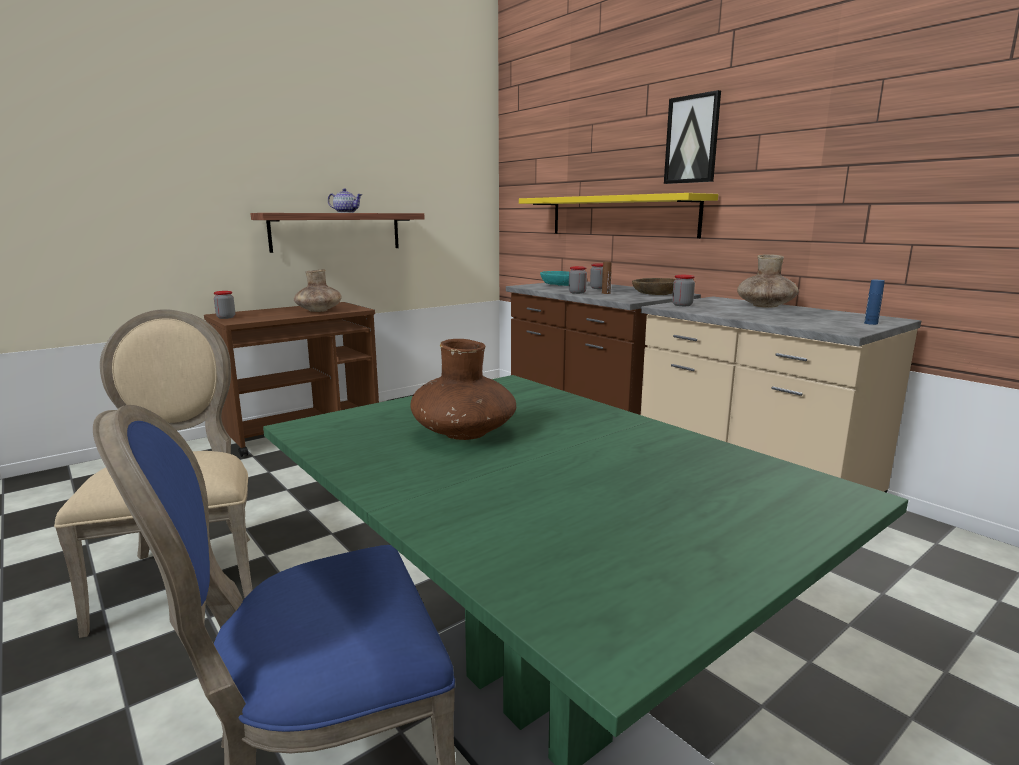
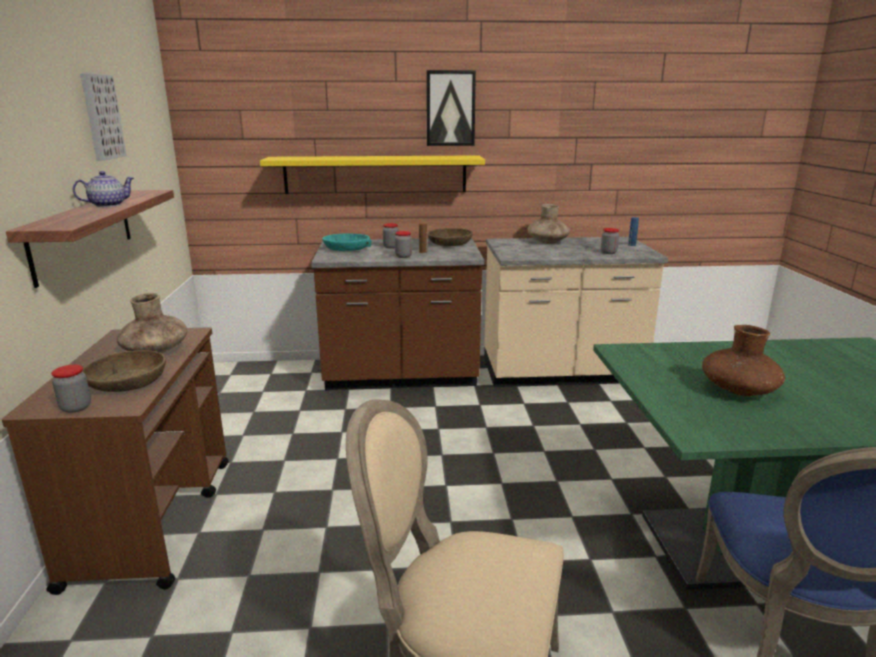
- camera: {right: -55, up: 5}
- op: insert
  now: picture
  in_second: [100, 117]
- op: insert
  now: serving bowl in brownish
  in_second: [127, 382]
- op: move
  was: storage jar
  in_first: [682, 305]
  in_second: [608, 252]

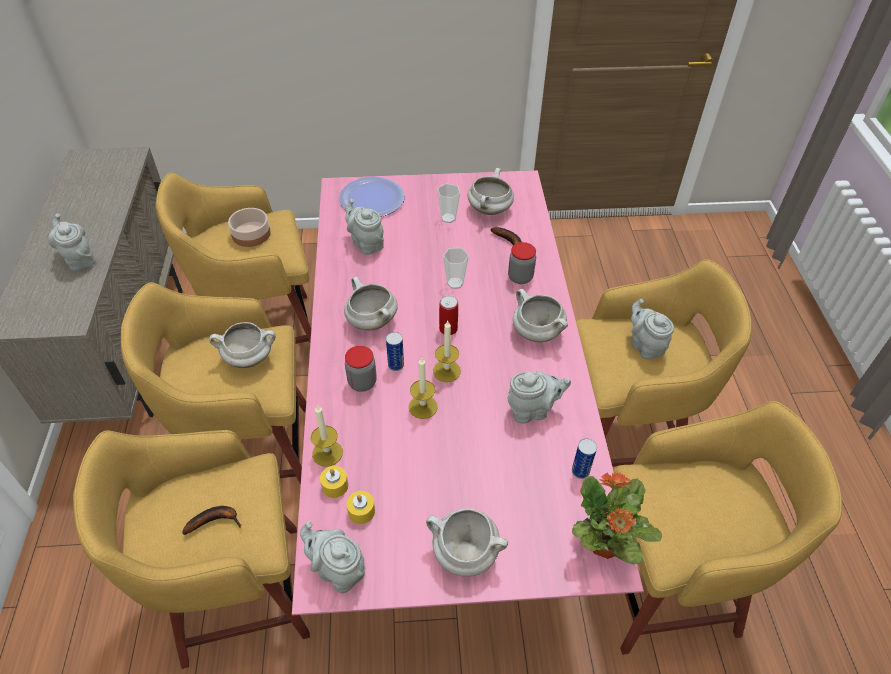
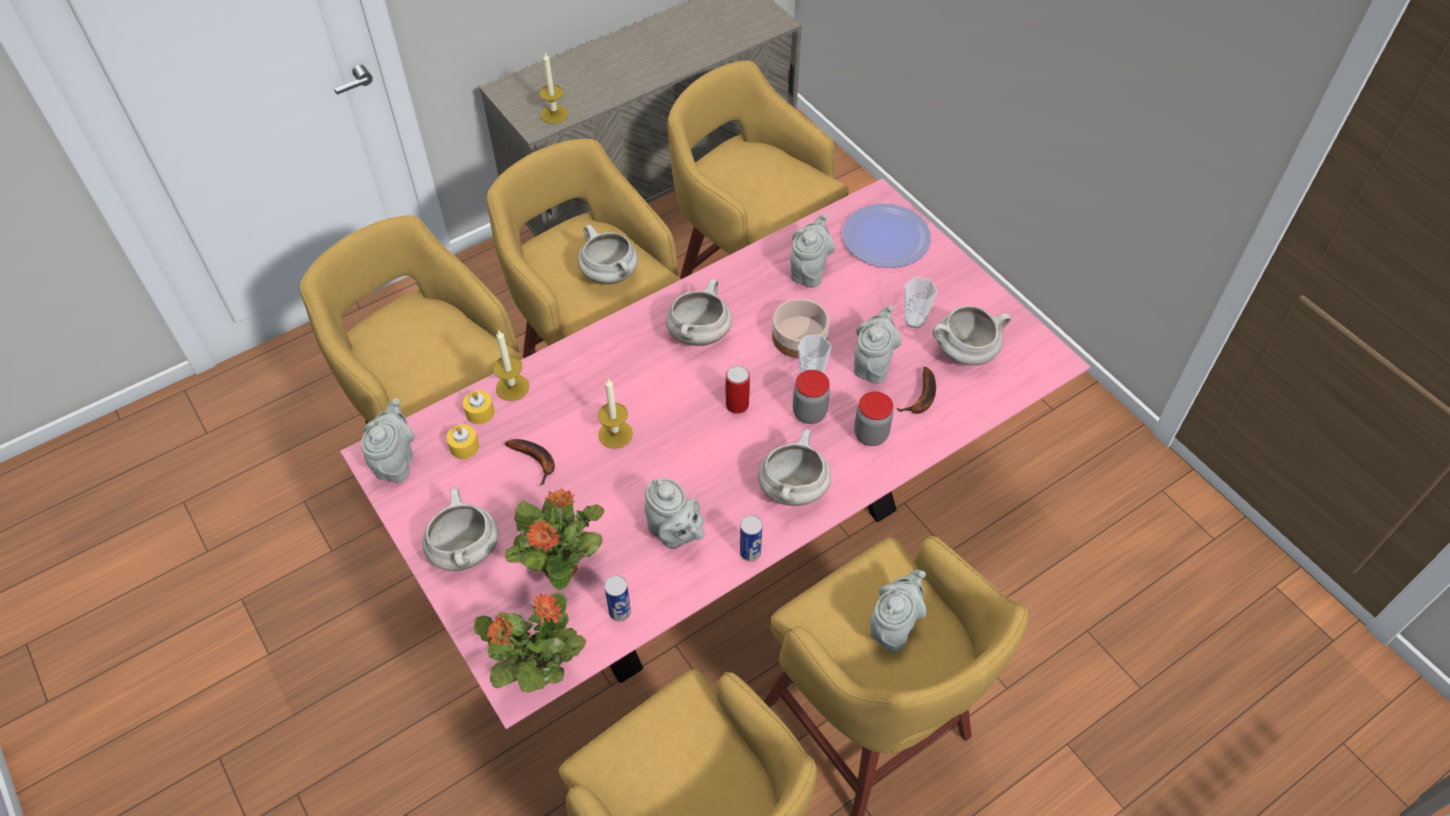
- camera: {right: 60, up: 5}
- op: insert
  now: potted plant
  in_second: [561, 566]
- op: move
  was: tea pot in grey
  in_first: [79, 259]
  in_second: [873, 364]
- op: move
  was: banana
  in_first: [215, 520]
  in_second: [536, 461]
- op: move
  was: serving bowl
  in_first: [250, 234]
  in_second: [799, 336]
- op: move
  was: storage jar
  in_first: [362, 382]
  in_second: [809, 413]
- op: move
  was: can
  in_first: [396, 365]
  in_second: [750, 552]
- op: move
  was: candle
  in_first: [446, 371]
  in_second: [554, 114]

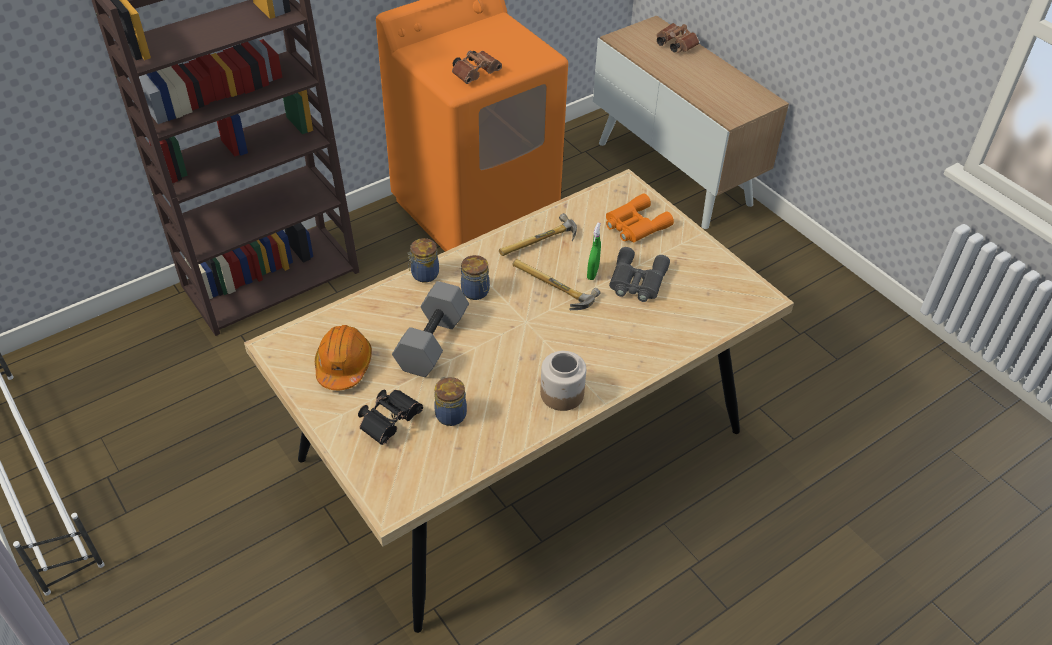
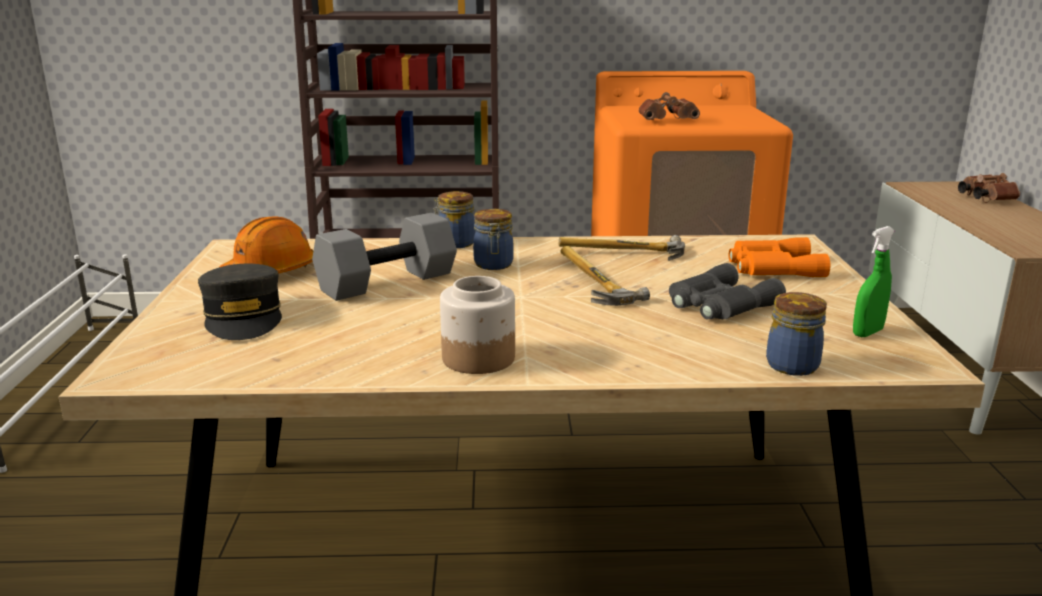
- camera: {right: 35, up: -25}
- op: move
  was: storage jar
  in_first: [450, 414]
  in_second: [792, 364]
- op: move
  was: hand sprayer in greenish
  in_first: [592, 273]
  in_second: [867, 333]
- op: replace
  was: binoculars in blackish
  now: peaked cap in grey
  in_first: [391, 421]
  in_second: [243, 318]

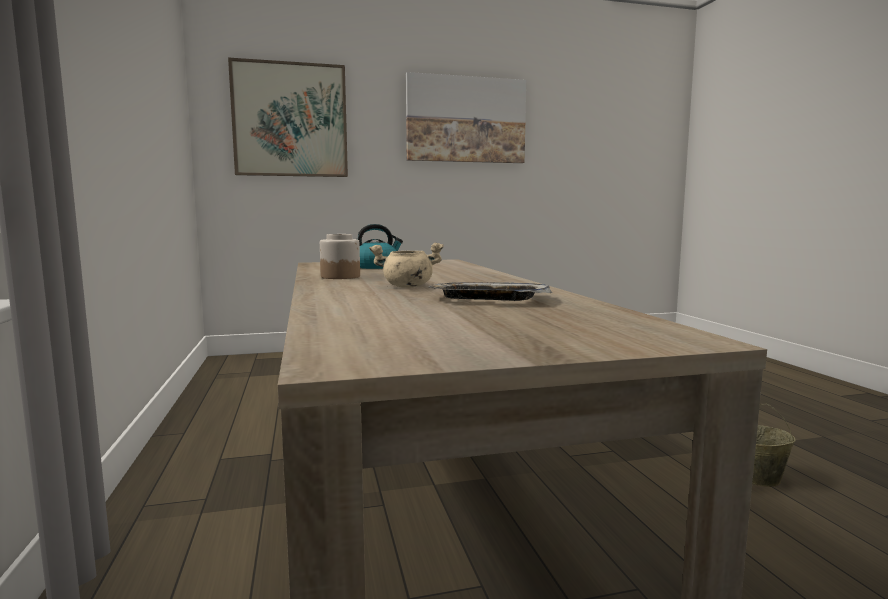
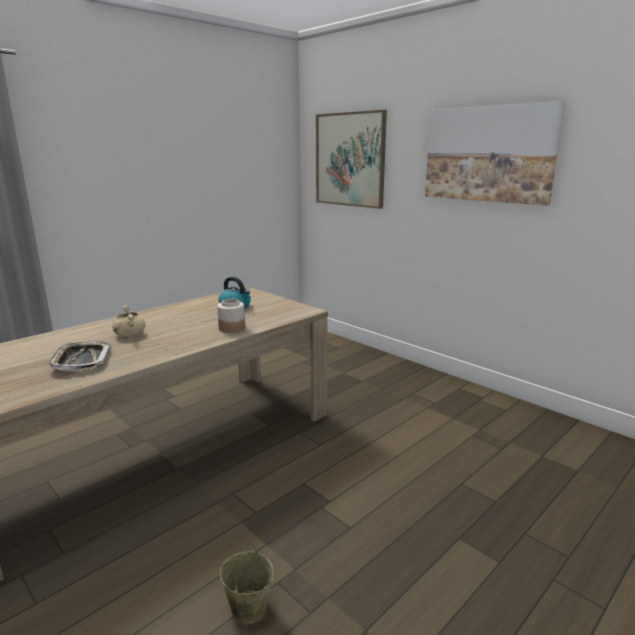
- camera: {right: 60, up: 10}
- op: move
  was: storage jar
  in_first: [340, 277]
  in_second: [232, 328]

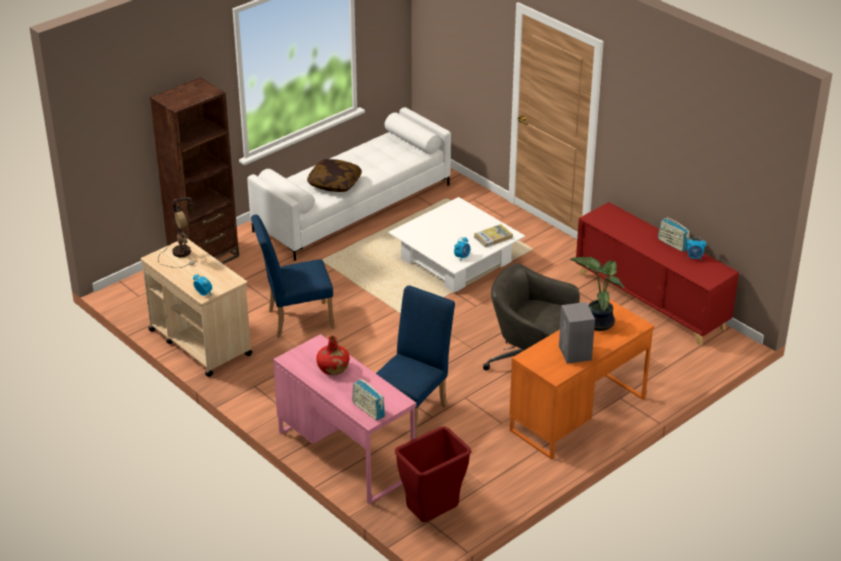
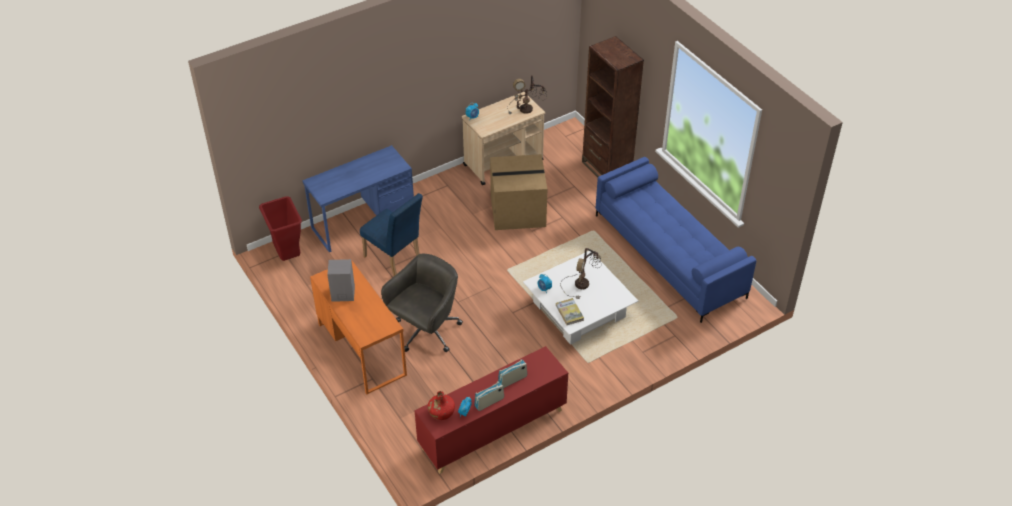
- camera: {right: 100, up: 10}
- op: delete
  was: throw pillow
  in_first: [335, 183]
- op: delete
  was: potted plant
  in_first: [598, 322]
- op: insert
  now: lamp for a table
  in_second: [582, 284]
- op: move
  was: drink bottle in red
  in_first: [333, 368]
  in_second: [441, 412]
- op: move
  was: radio set
  in_first: [368, 410]
  in_second: [512, 380]
- op: replace
  was: upright chair in bluish
  now: cardboard box
  in_first: [295, 319]
  in_second: [518, 210]
- op: recolor
  was: settee in white-coloured
  now: settee in bluish
  in_first: [353, 207]
  in_second: [669, 256]
- op: recolor
  was: desk table in pinkish
  now: desk table in bluish
  in_first: [346, 453]
  in_second: [363, 222]

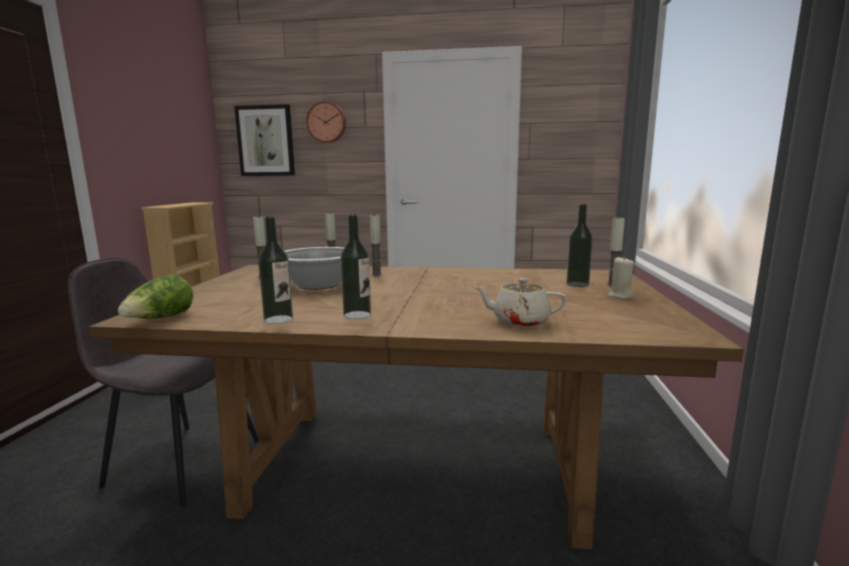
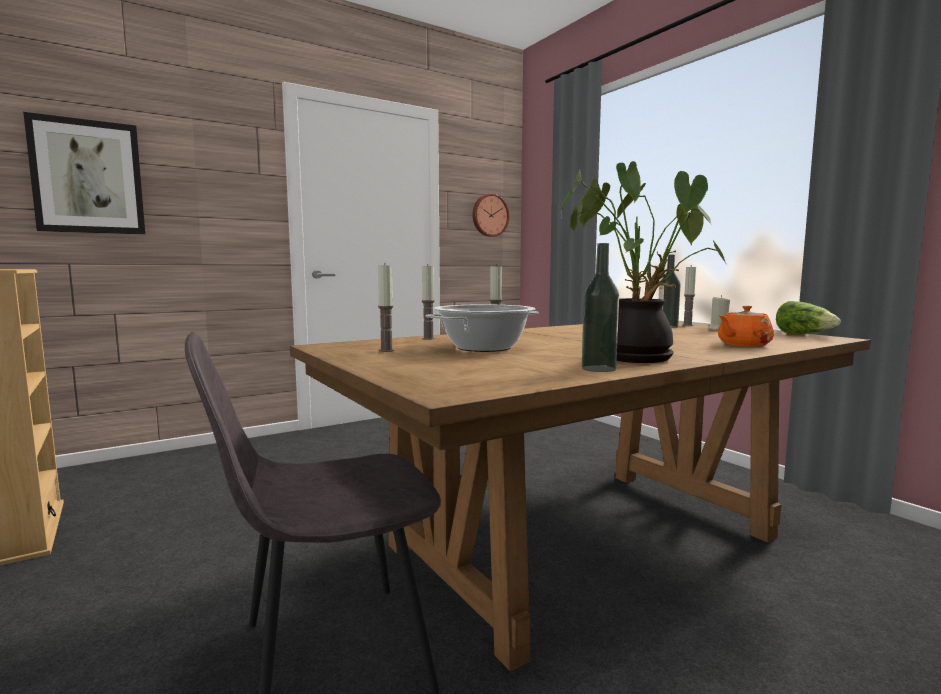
- camera: {right: -40, up: -5}
- op: move
  was: lettuce head
  in_first: [160, 319]
  in_second: [804, 334]
- op: move
  was: clock on the wall
  in_first: [326, 122]
  in_second: [489, 215]
- op: replace
  was: drink bottle
  now: potted plant
  in_first: [357, 315]
  in_second: [637, 357]
- op: recolor
  was: tea pot in sand-coloured
  now: tea pot in orange
  in_first: [519, 321]
  in_second: [743, 345]

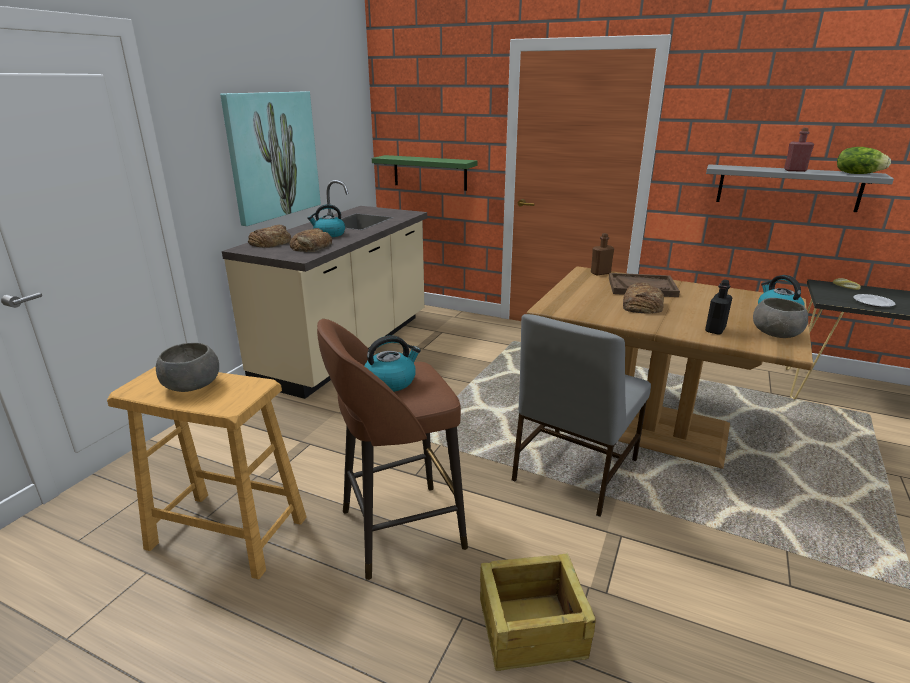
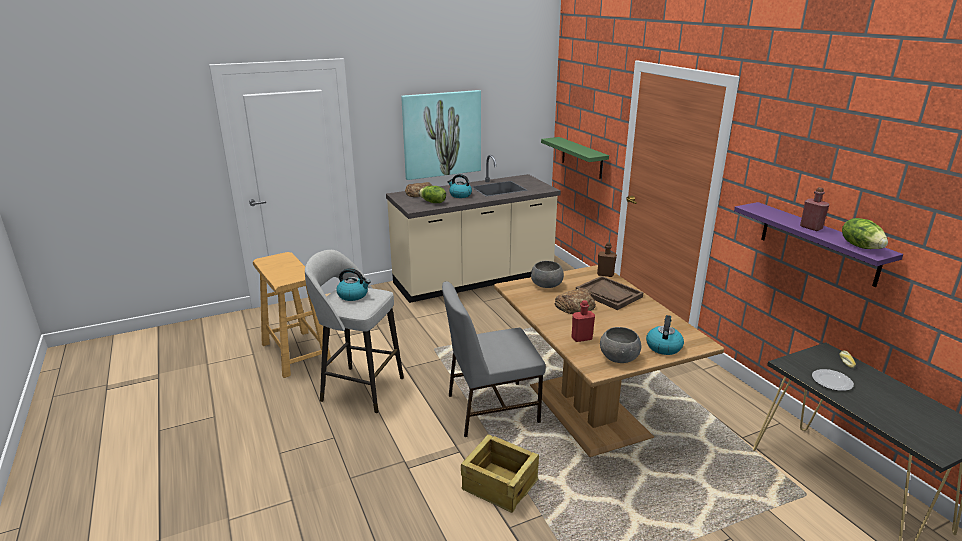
- camera: {right: 40, up: 0}
- op: move
  was: serving bowl in grey
  in_first: [191, 385]
  in_second: [546, 285]
- op: move
  was: shipping crate
  in_first: [530, 627]
  in_second: [499, 484]
- op: replace
  was: baked bread
  now: lettuce head
  in_first: [311, 247]
  in_second: [433, 202]
- op: recolor
  was: stool seat in brownish
  now: stool seat in grey
  in_first: [398, 530]
  in_second: [360, 388]
- op: recolor
  was: drink bottle in blackish
  now: drink bottle in red
  in_first: [715, 330]
  in_second: [581, 338]
- op: recolor
  was: wall shelf in grey
  now: wall shelf in purplish
  in_first: [788, 187]
  in_second: [818, 243]

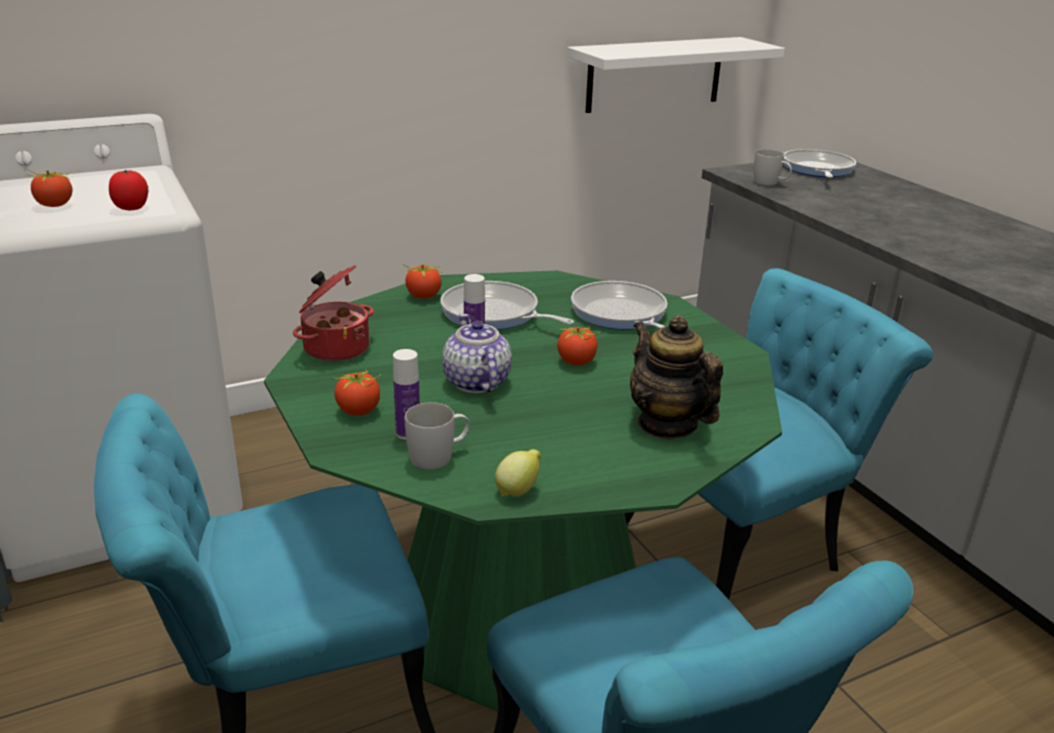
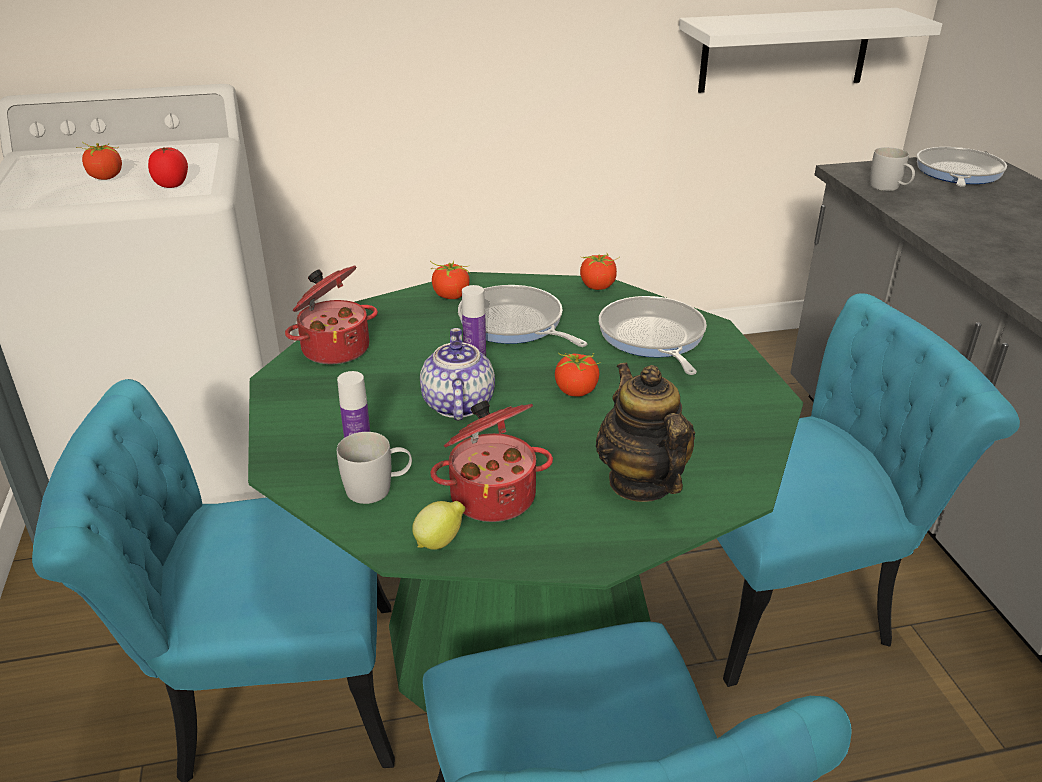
- camera: {right: 15, up: 5}
- op: insert
  now: cooking pot
  in_second: [492, 495]
- op: move
  was: whole tomato
  in_first: [359, 410]
  in_second: [598, 286]

